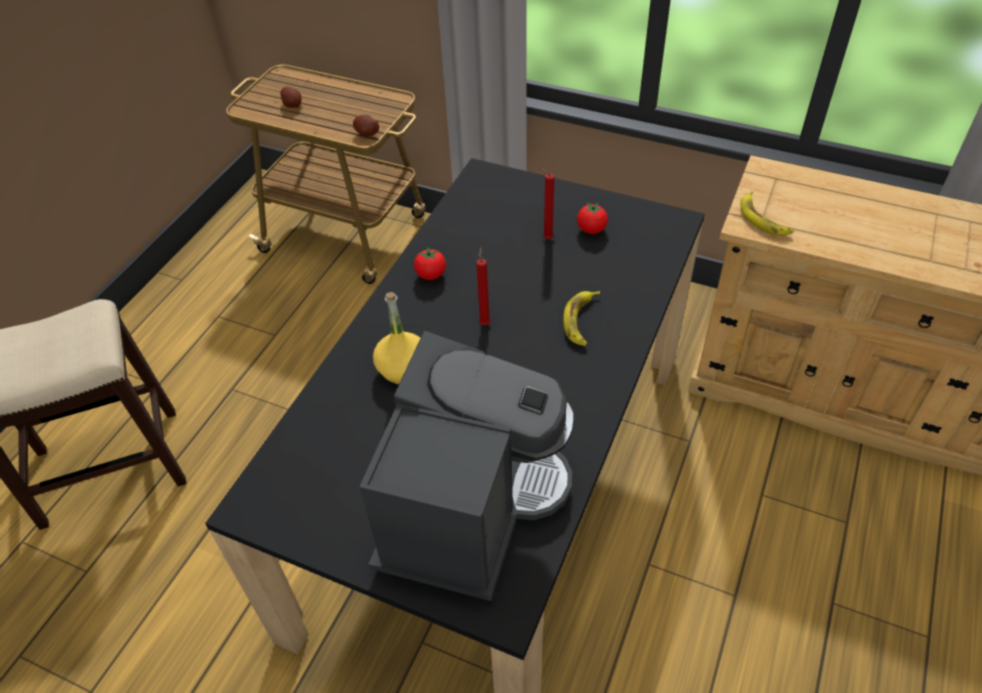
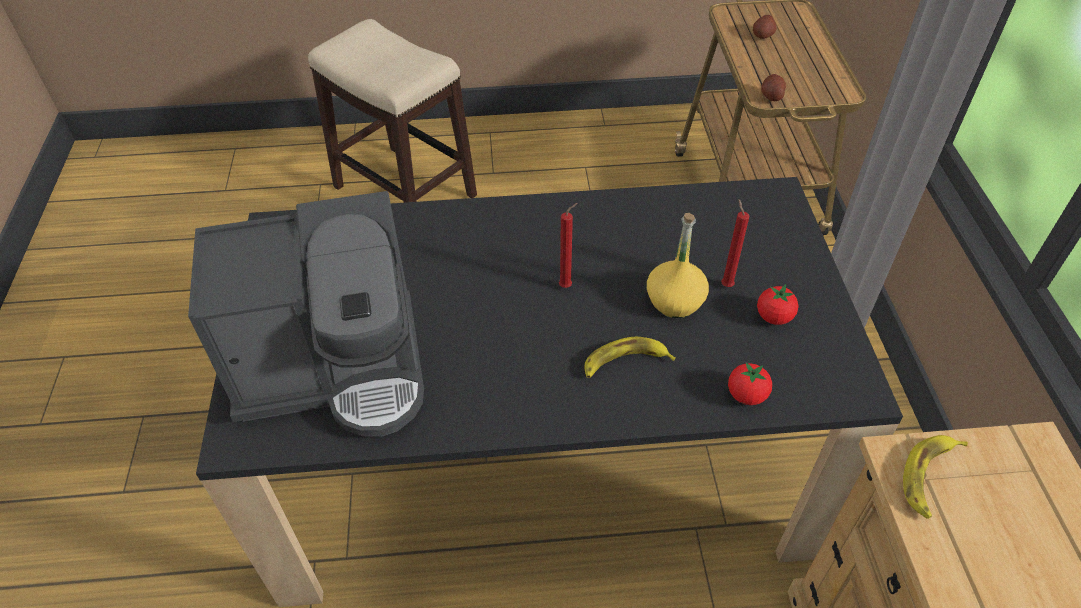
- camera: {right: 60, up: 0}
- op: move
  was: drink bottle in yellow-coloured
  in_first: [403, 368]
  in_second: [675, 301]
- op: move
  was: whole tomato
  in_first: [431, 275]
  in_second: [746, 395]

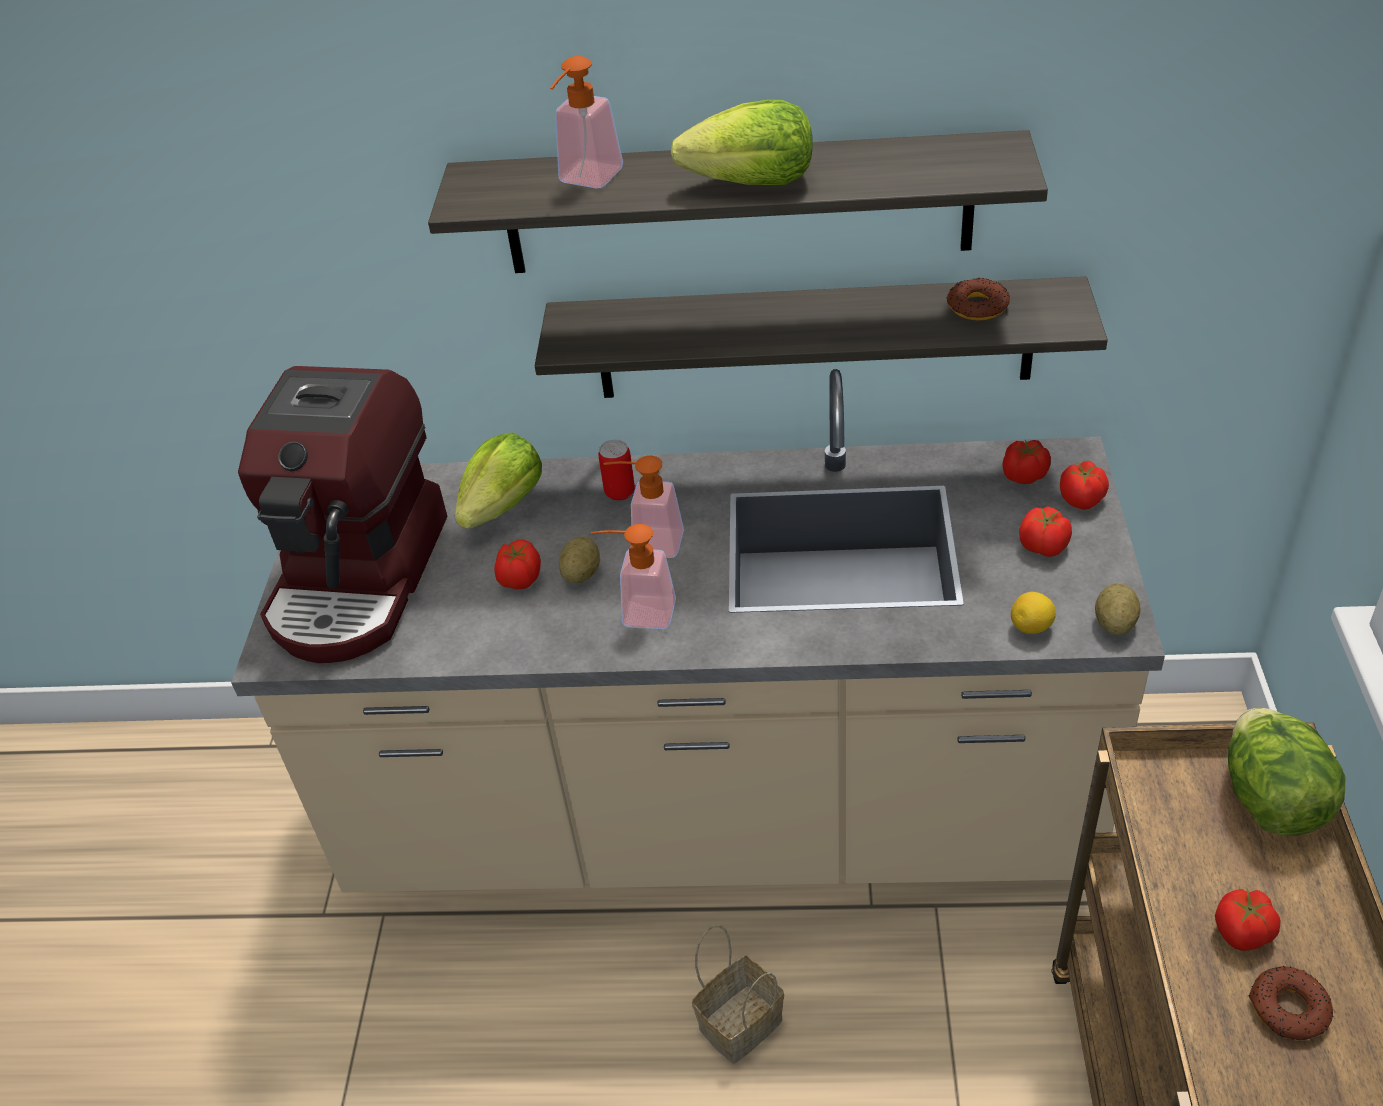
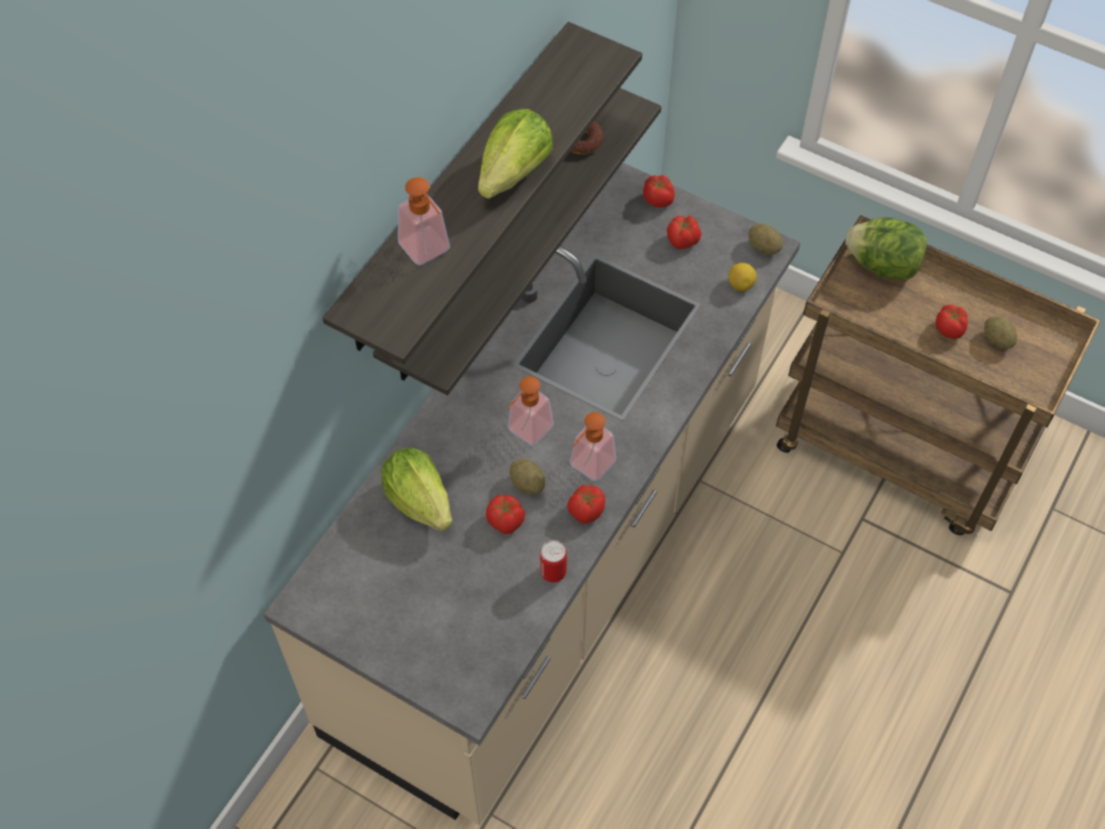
- camera: {right: -65, up: 15}
- op: delete
  was: coffee maker
  in_first: [361, 578]
- op: delete
  was: basket
  in_first: [739, 1027]
- op: move
  was: can
  in_first: [619, 492]
  in_second: [553, 572]
- op: move
  was: whole tomato
  in_first: [1024, 476]
  in_second: [585, 511]
- op: replace
  was: donut
  now: whole potato
  in_first: [1288, 1008]
  in_second: [997, 340]

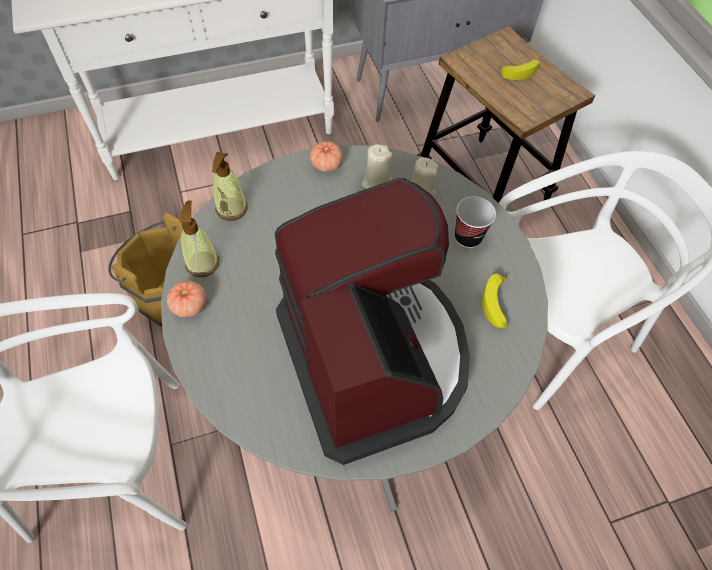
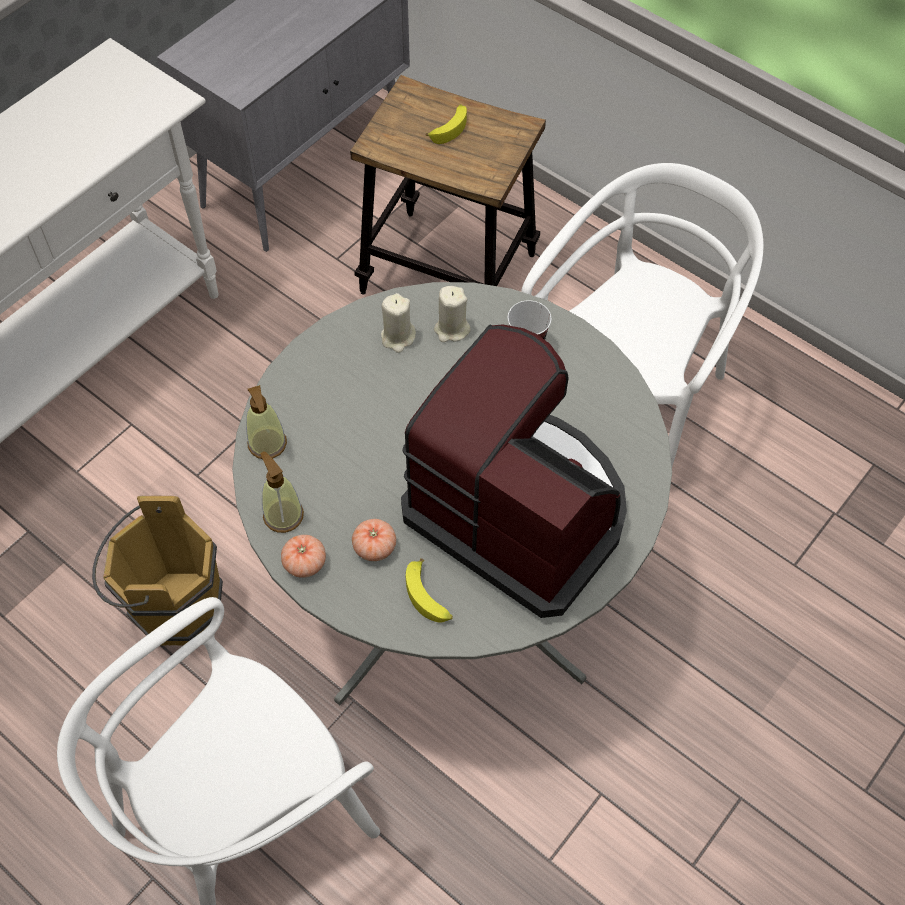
- camera: {right: -30, up: 0}
- op: move
  was: whole tomato
  in_first: [326, 164]
  in_second: [374, 547]
- op: move
  was: banana
  in_first: [496, 306]
  in_second: [428, 597]

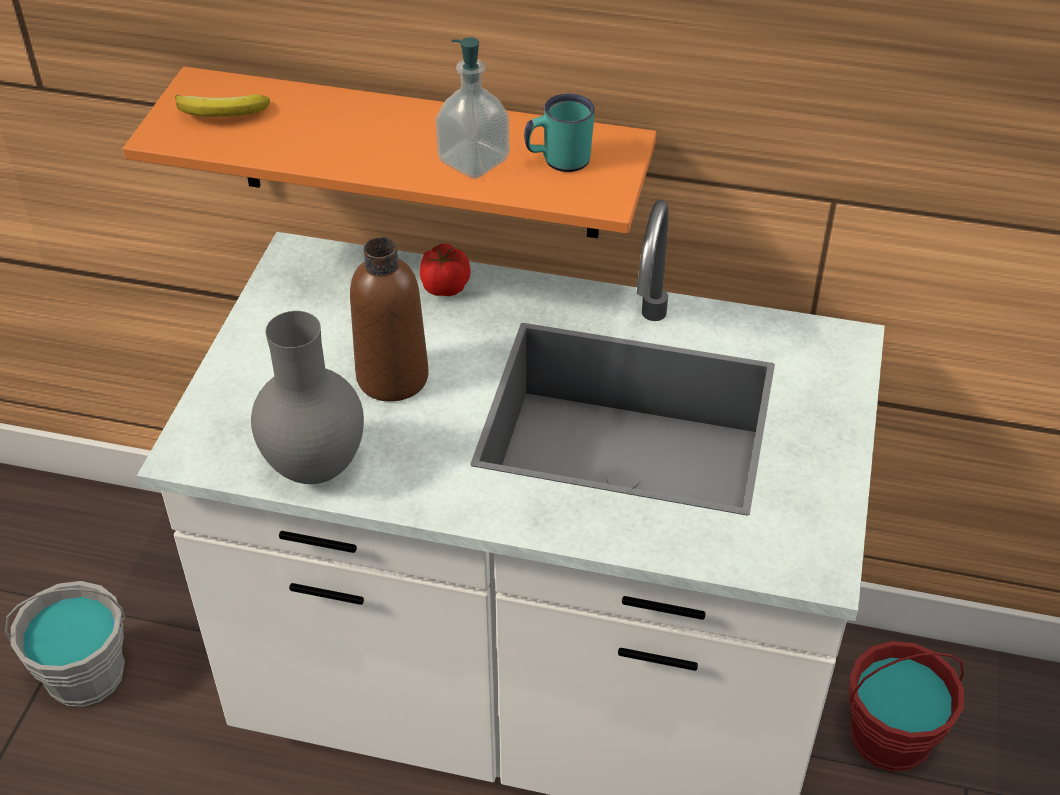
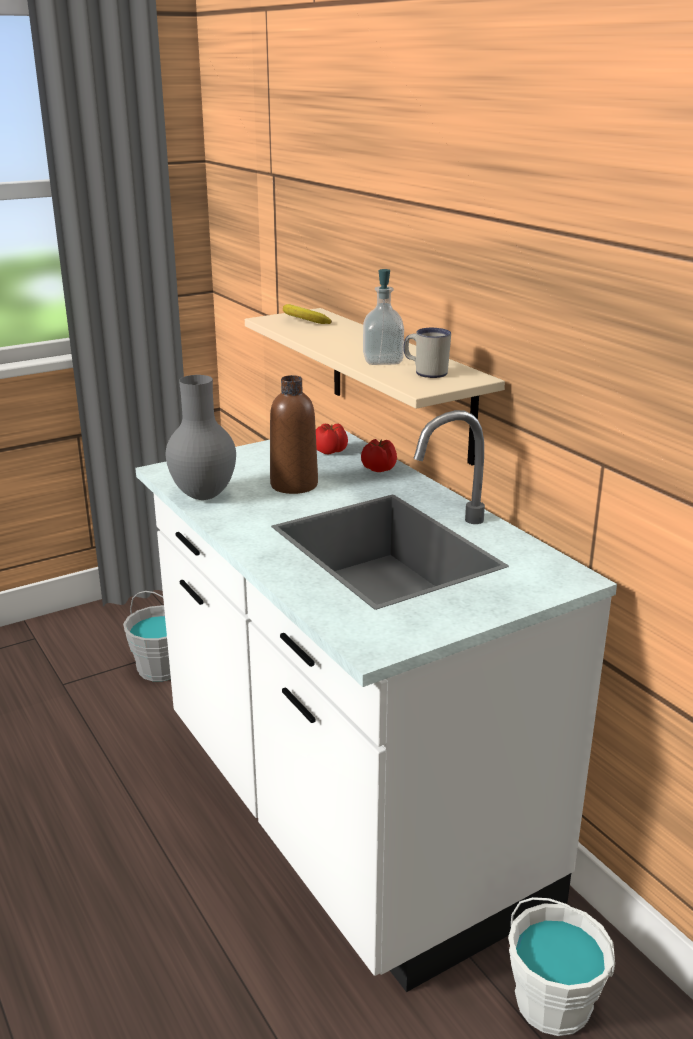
- camera: {right: 45, up: -20}
- op: insert
  now: whole tomato
  in_second: [331, 451]
- op: recolor
  was: wall shelf in orange
  now: wall shelf in sand-coloured
  in_first: [417, 154]
  in_second: [400, 383]
- op: recolor
  was: coffee mug in blue-green
  now: coffee mug in white-coloured
  in_first: [558, 160]
  in_second: [426, 372]
- op: recolor
  was: water bucket in red
  now: water bucket in white-coloured
  in_first: [890, 738]
  in_second: [552, 1004]

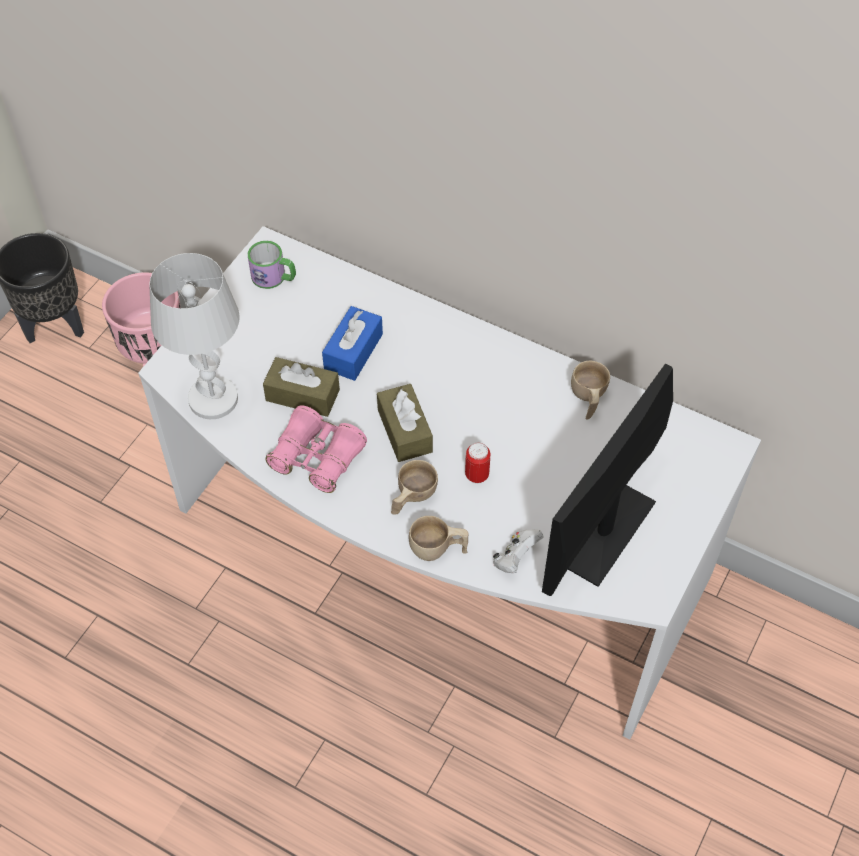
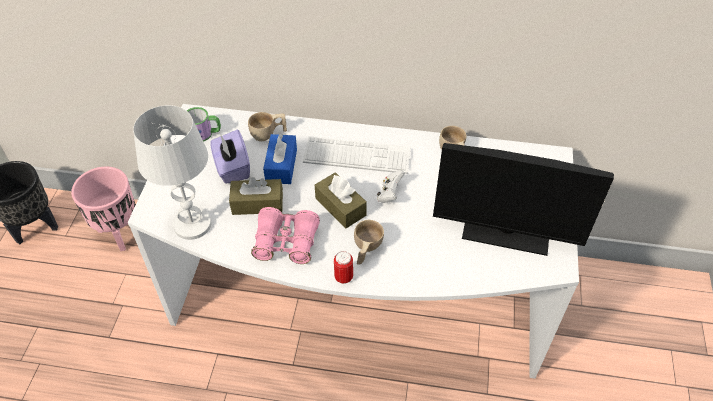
- camera: {right: -20, up: -5}
- op: insert
  now: tissue box in purplish
  in_second: [232, 168]
- op: insert
  now: keyboard
  in_second: [357, 156]
- op: move
  was: drinking cup in sand-coloured
  in_first: [438, 550]
  in_second: [268, 134]
- op: move
  was: can
  in_first: [477, 475]
  in_second: [343, 277]
- op: move
  was: gamepad in white-coloured
  in_first: [515, 558]
  in_second: [389, 194]
- op: rotate
  was: computer screen
  in_first: [604, 530]
  in_second: [506, 232]
  clockwise: -90

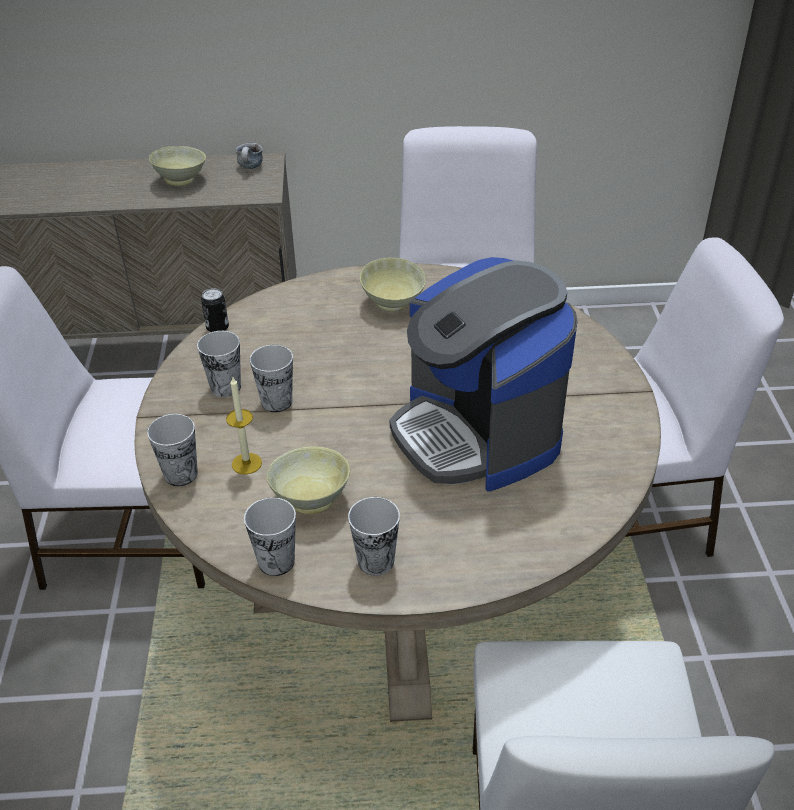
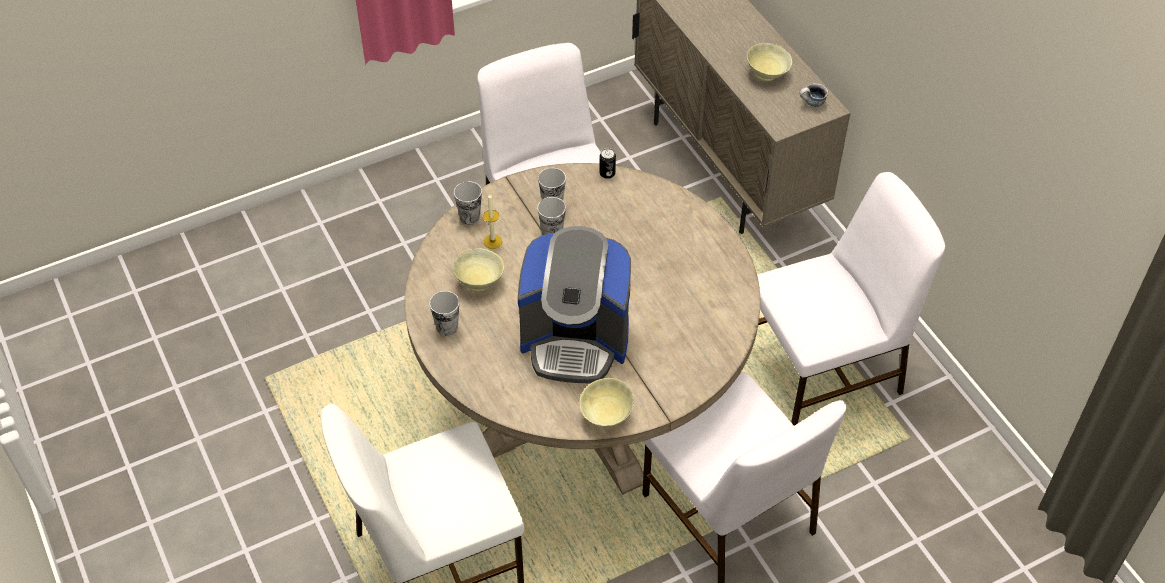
- camera: {right: 65, up: 10}
- op: delete
  was: drinking cup
  in_first: [276, 562]
- op: move
  was: serving bowl in sand-coloured
  in_first: [392, 303]
  in_second: [605, 415]
- op: rotate
  was: coffee maker
  in_first: [477, 433]
  in_second: [575, 340]
  clockwise: -120

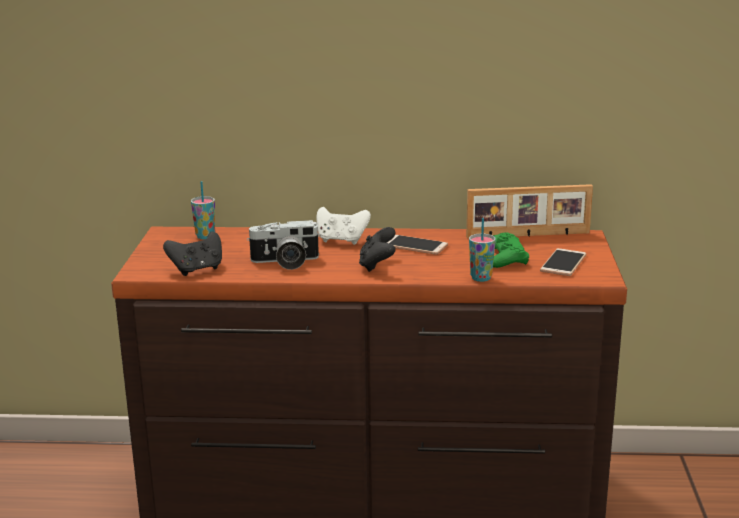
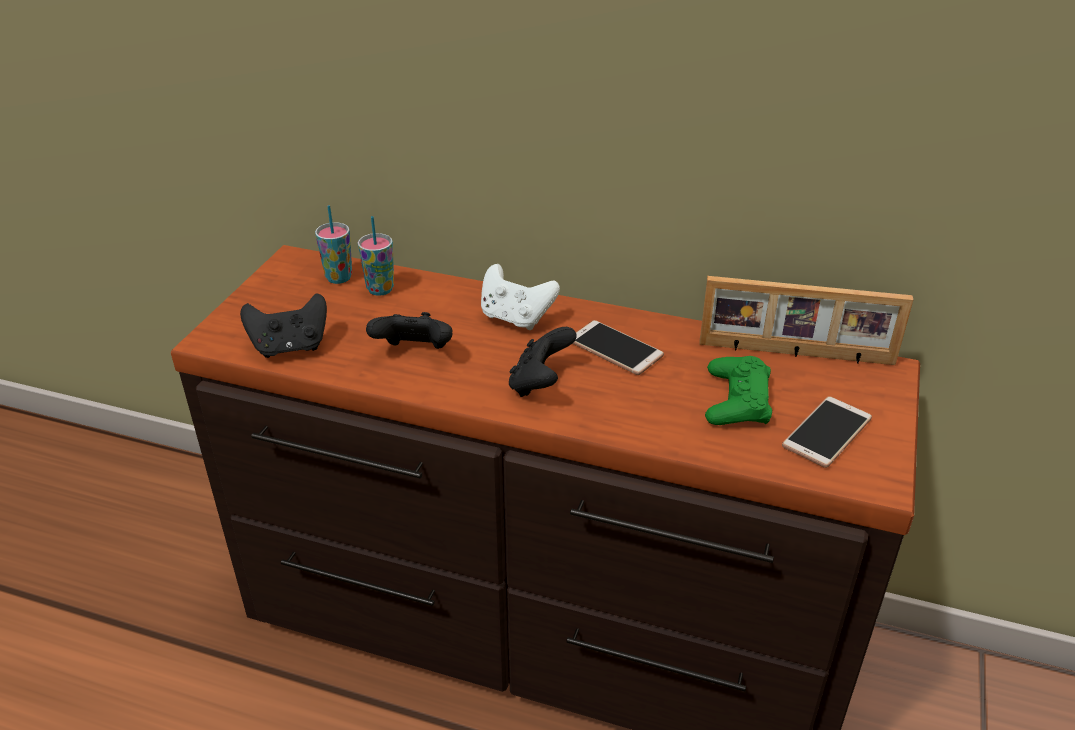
- camera: {right: 15, up: 15}
- op: move
  was: drinking cup
  in_first: [481, 278]
  in_second: [380, 289]
- op: replace
  was: still camera
  now: gamepad in blackish
  in_first: [285, 262]
  in_second: [415, 353]

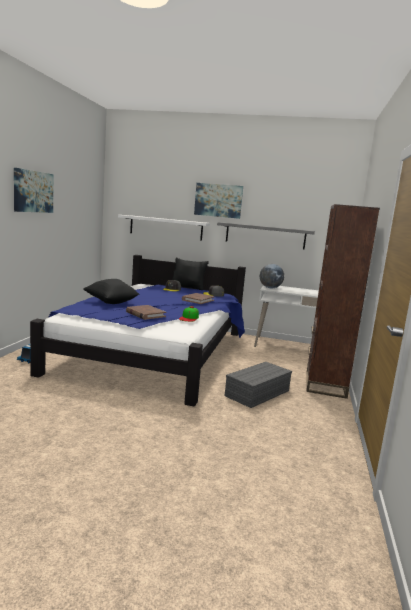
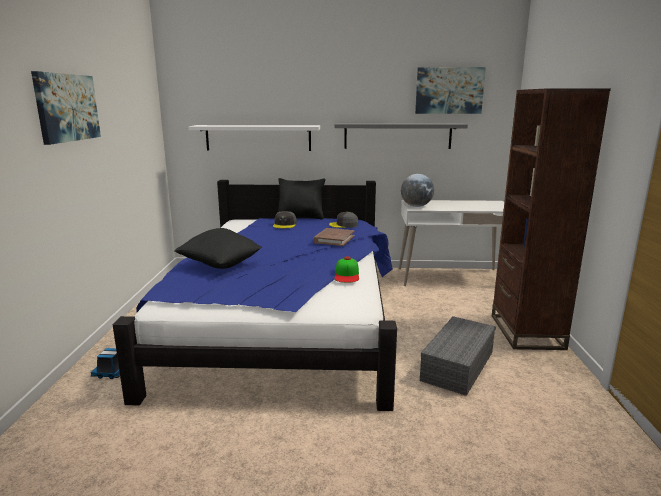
- camera: {right: -10, up: 5}
- op: delete
  was: volume in brownish
  in_first: [145, 314]
- op: move
  was: picture
  in_first: [218, 200]
  in_second: [449, 90]

